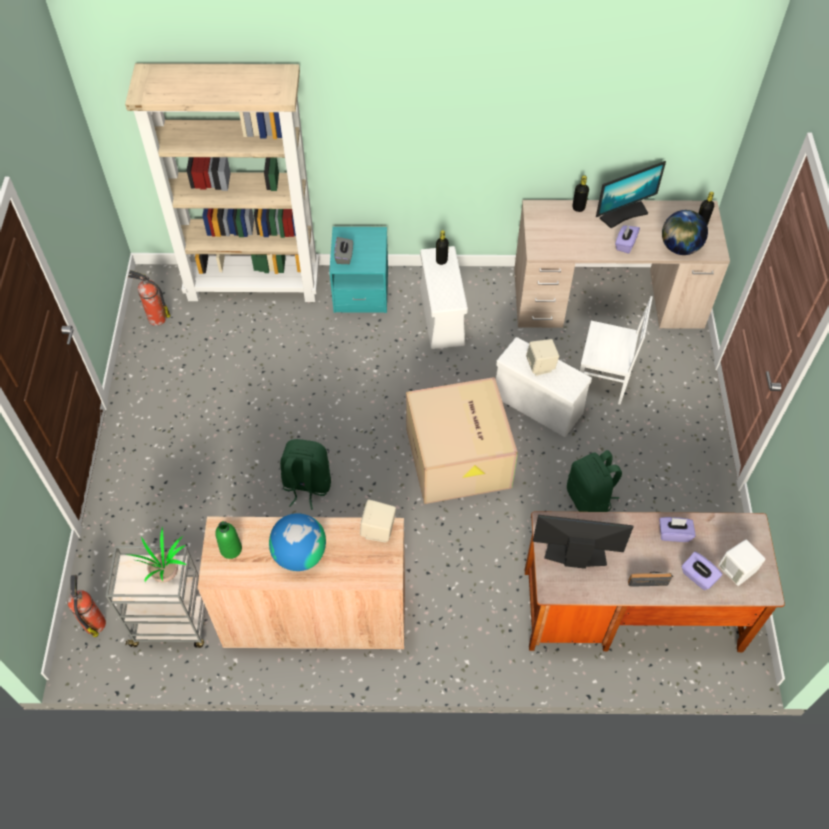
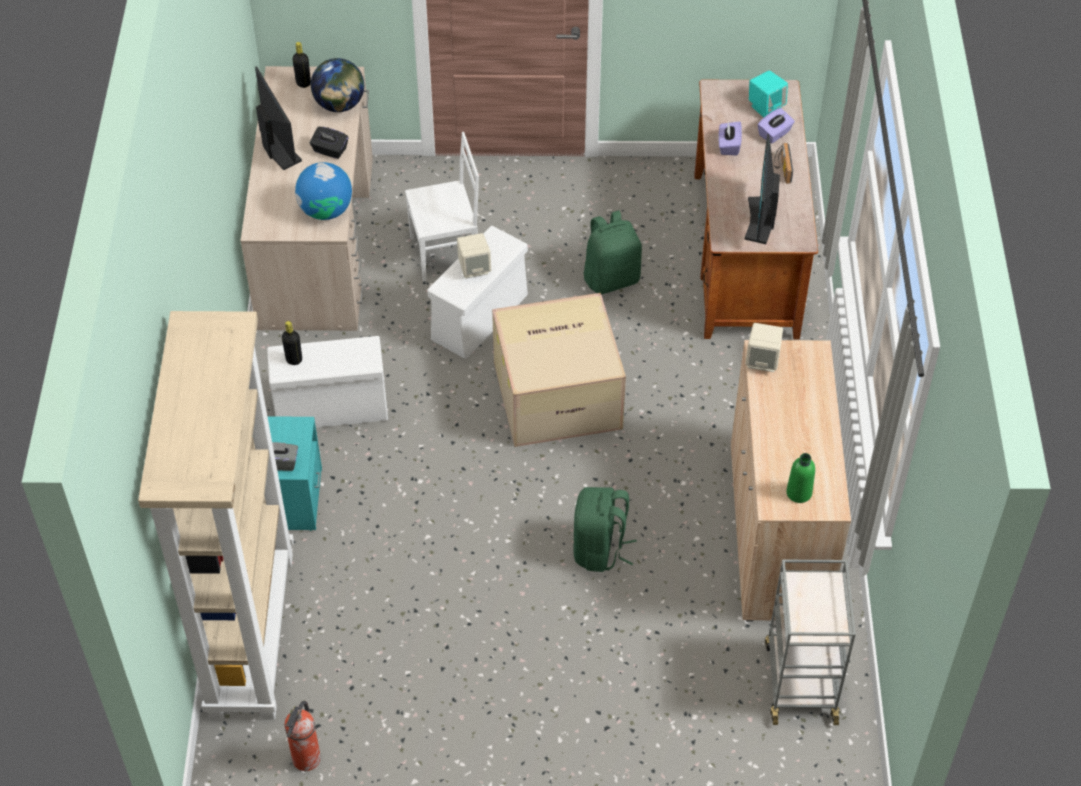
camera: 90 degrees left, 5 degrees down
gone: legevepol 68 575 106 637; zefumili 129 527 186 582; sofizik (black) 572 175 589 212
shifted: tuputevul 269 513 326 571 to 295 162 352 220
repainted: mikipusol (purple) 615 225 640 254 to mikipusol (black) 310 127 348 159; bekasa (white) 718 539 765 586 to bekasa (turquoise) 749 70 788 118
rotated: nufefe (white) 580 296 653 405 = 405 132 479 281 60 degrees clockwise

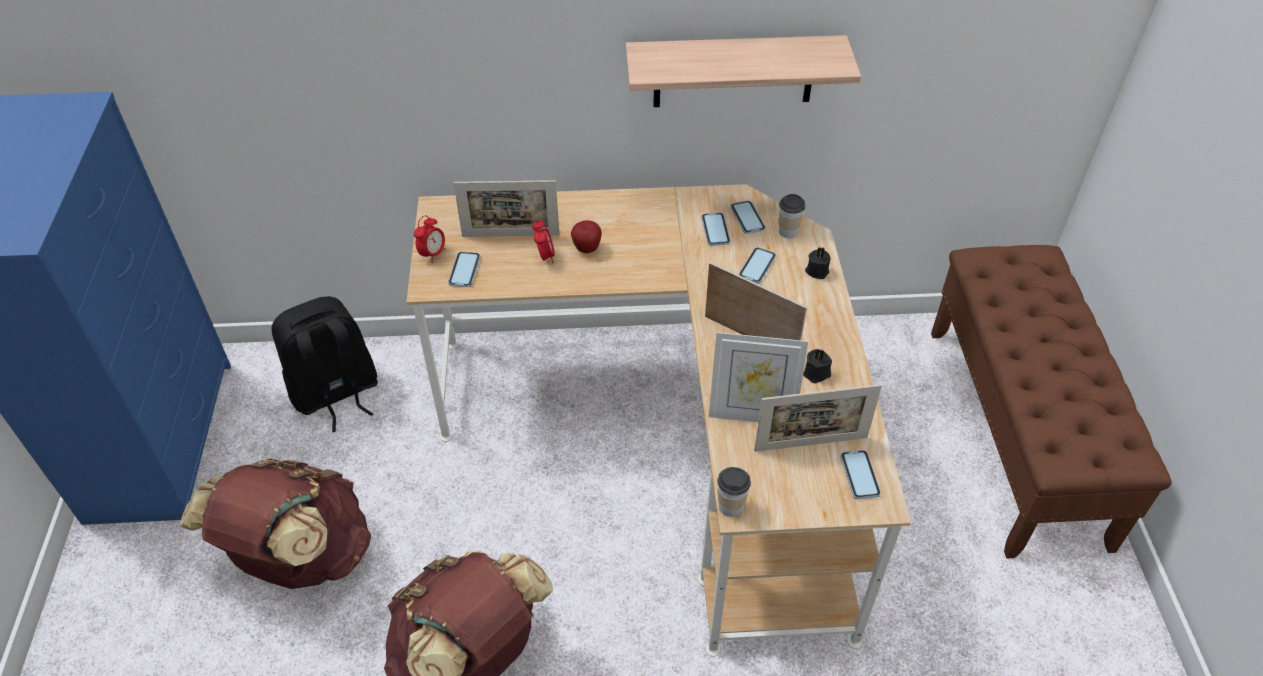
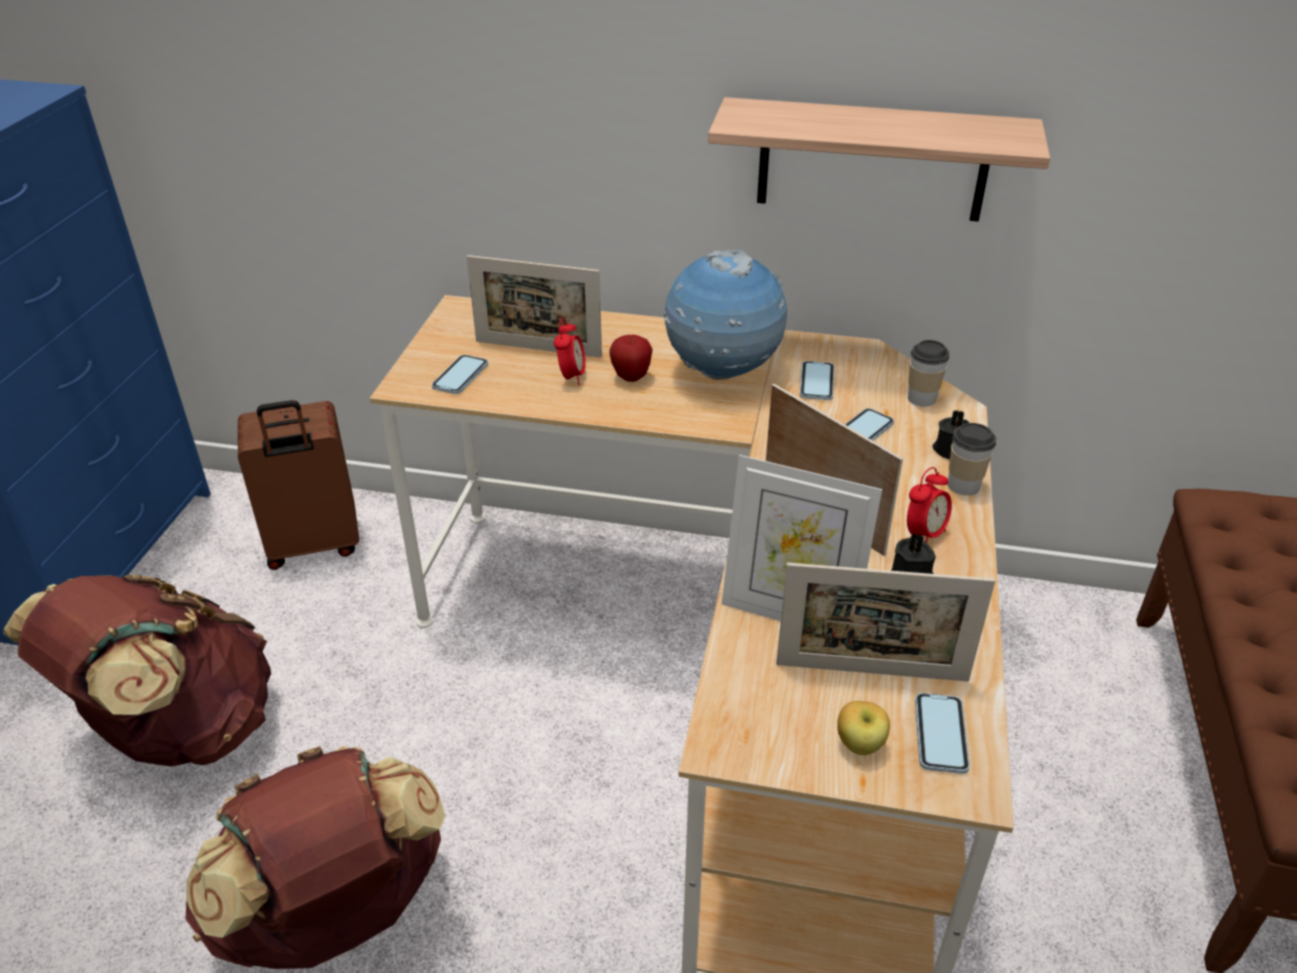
camera: 15 degrees right, 10 degrees down
gone: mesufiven 731 201 765 234
new: tuputevul 664 250 787 380; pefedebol 837 701 890 755
shifted: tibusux 414 215 446 263 to 907 467 952 543; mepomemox 718 467 751 517 to 948 423 996 496
swapped: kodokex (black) 272 296 378 432 to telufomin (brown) 238 400 359 570

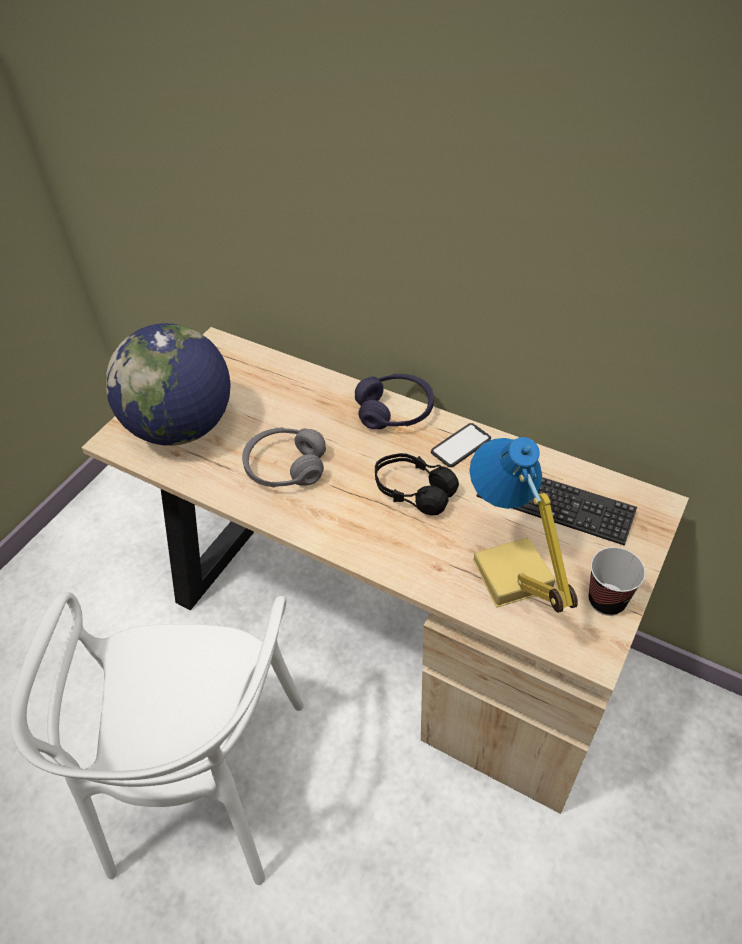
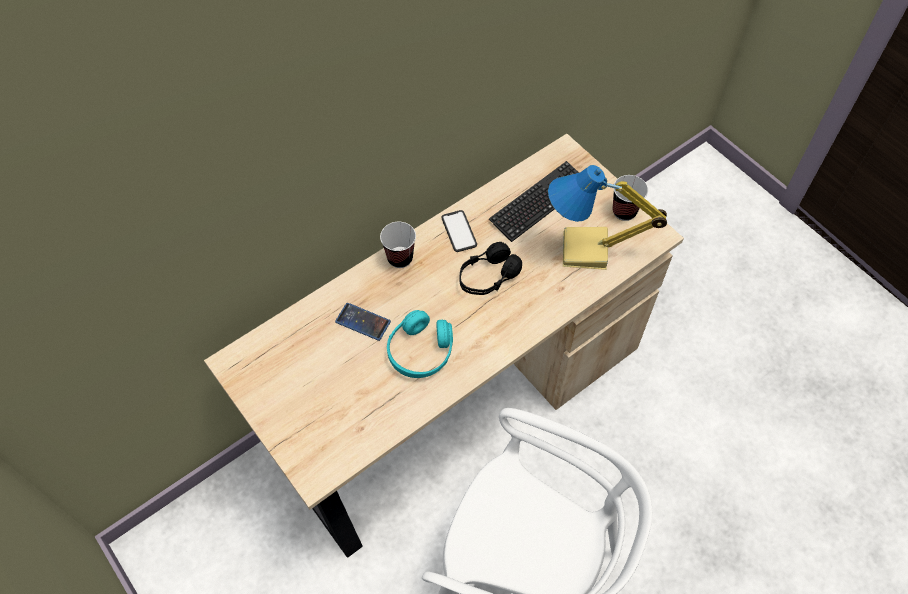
camera: 70 degrees left, 10 degrees up
gone: tuputevul 105 323 231 446
new: mesufiven 335 303 391 341
swapped: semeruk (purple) 355 373 434 429 to mepomemox 380 222 416 268
repainted: semeruk (grey) 242 427 326 487 to semeruk (turquoise) 387 310 453 378

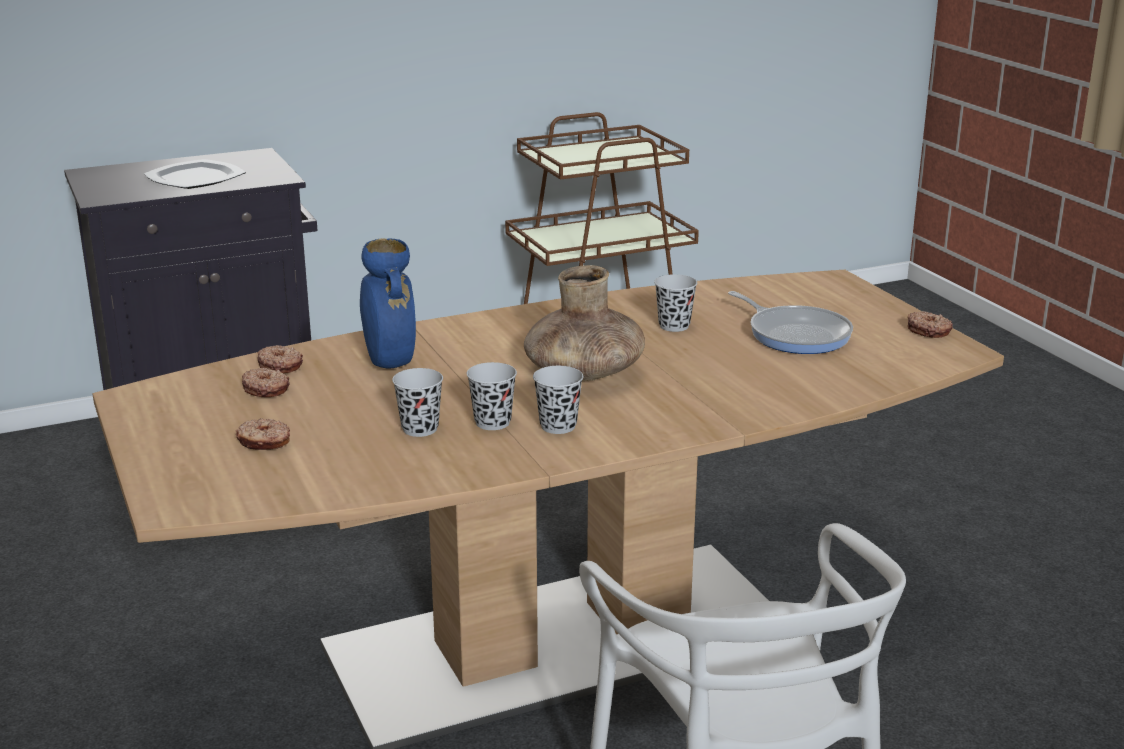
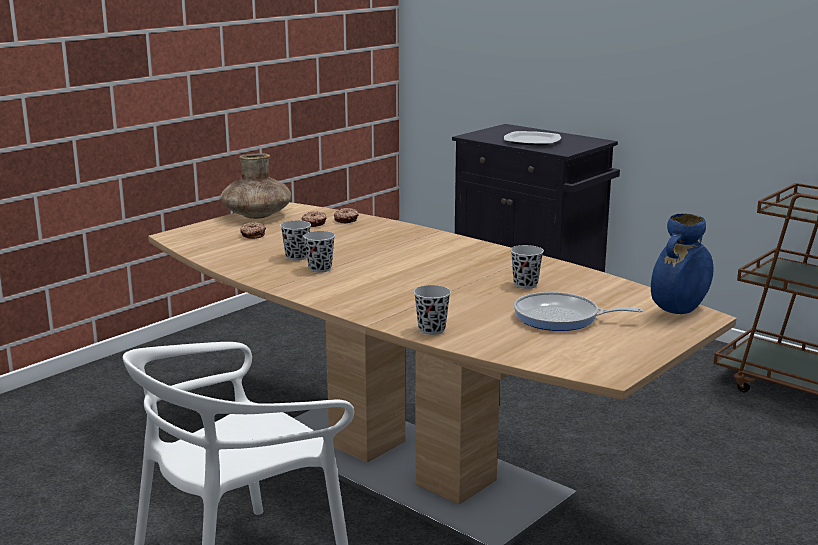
camera: 65 degrees right, 5 degrees down
gone: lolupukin 907 311 953 338
shifted: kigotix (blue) 360 239 416 369 to 651 213 714 314; kigotix (brown) 524 265 645 381 to 220 153 291 219; mepomemox (black) 533 366 583 434 to 414 285 451 335
rotated: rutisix 728 291 853 354 = 514 292 643 331 75 degrees clockwise

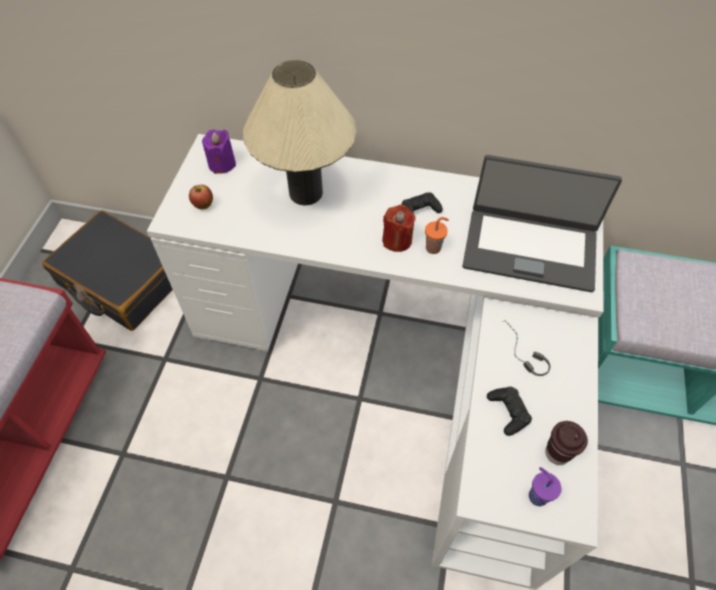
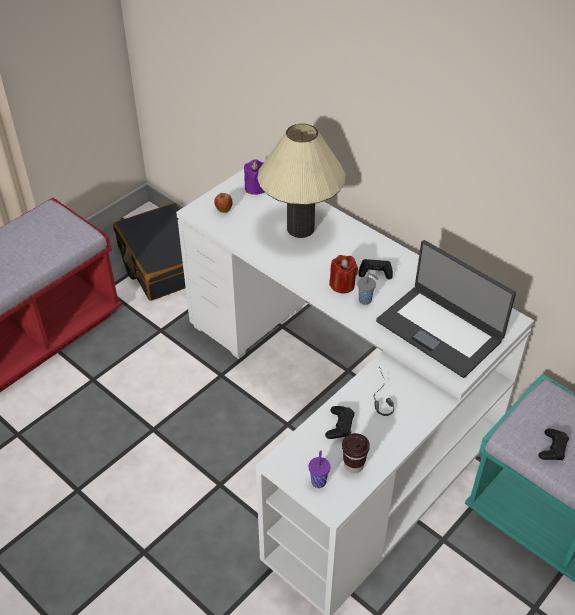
camera: 30 degrees right, 10 degrees down
new: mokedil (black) 539 429 569 461
repainted: mepomemox (orange) 425 217 449 254 to mepomemox (grey) 357 273 378 305

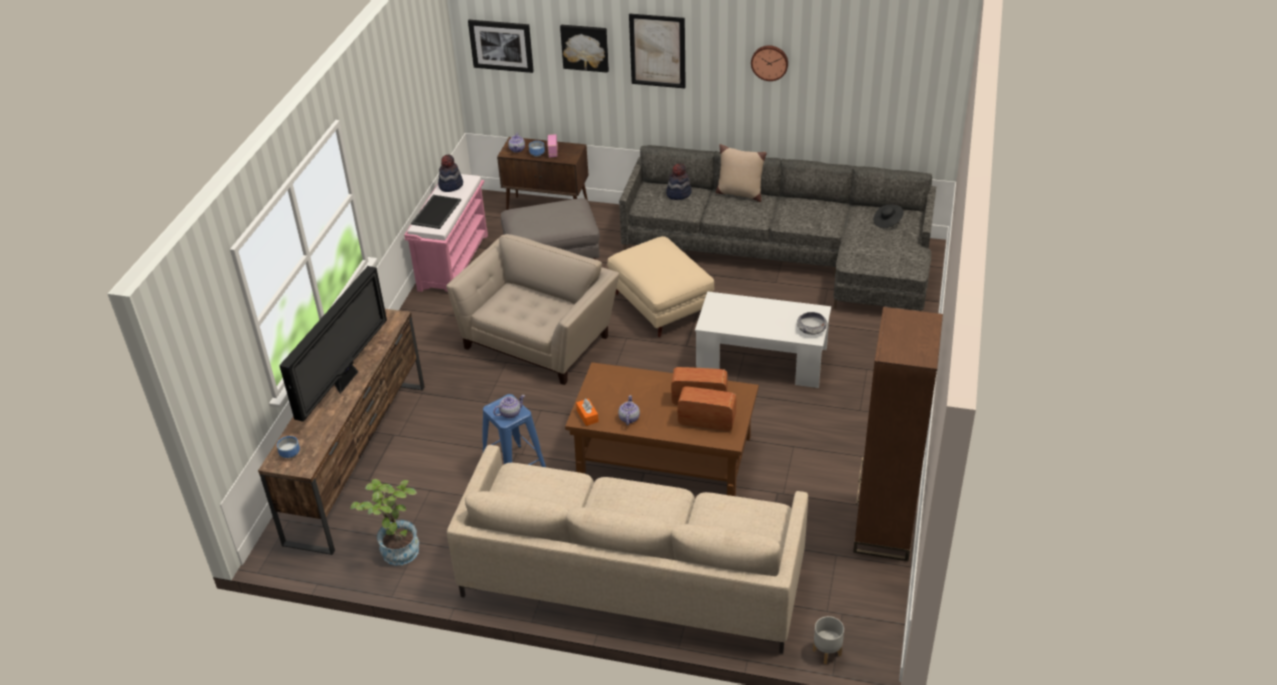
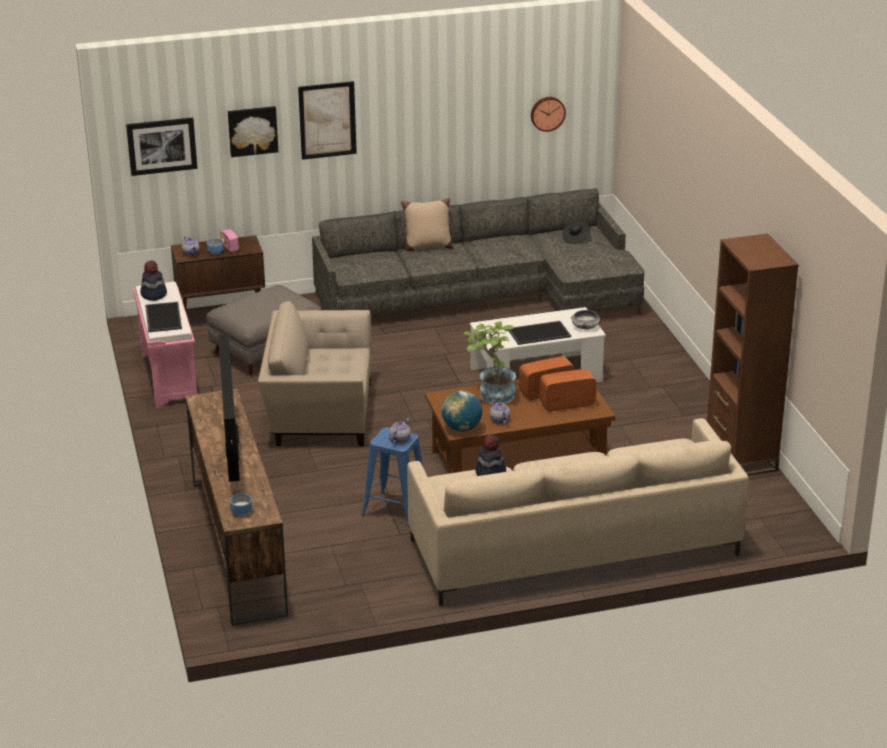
camera: 30 degrees left, 10 degrees down
gone: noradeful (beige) 607 236 714 337; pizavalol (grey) 813 616 844 664
new: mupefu 508 321 571 345
shifted: zefumili 350 479 419 565 to 464 321 516 404; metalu 666 163 692 200 to 475 434 506 476; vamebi 751 45 788 81 to 531 97 566 132
swapped: mikipusol (orange) 576 398 599 426 to tuputevul 441 390 482 431
rotated: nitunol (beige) 446 234 619 385 = 258 301 371 446 90 degrees counterclockwise

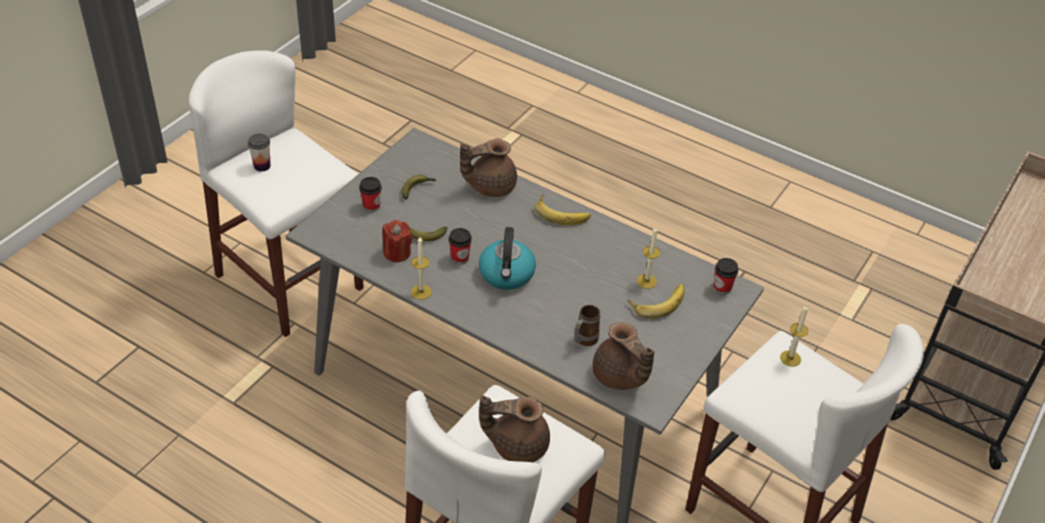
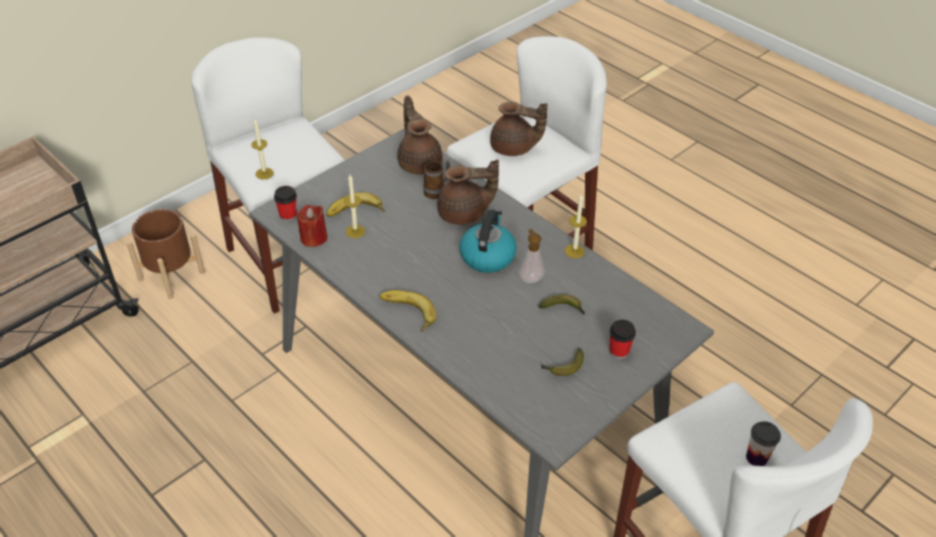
camera: 165 degrees left, 0 degrees up
new: pizavalol (brown) 127 209 205 299
shifted: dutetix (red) 382 220 412 262 to 297 205 327 247; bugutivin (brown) 460 139 517 197 to 437 159 499 225
swapped: mepomemox 449 228 472 264 to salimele 519 229 545 284

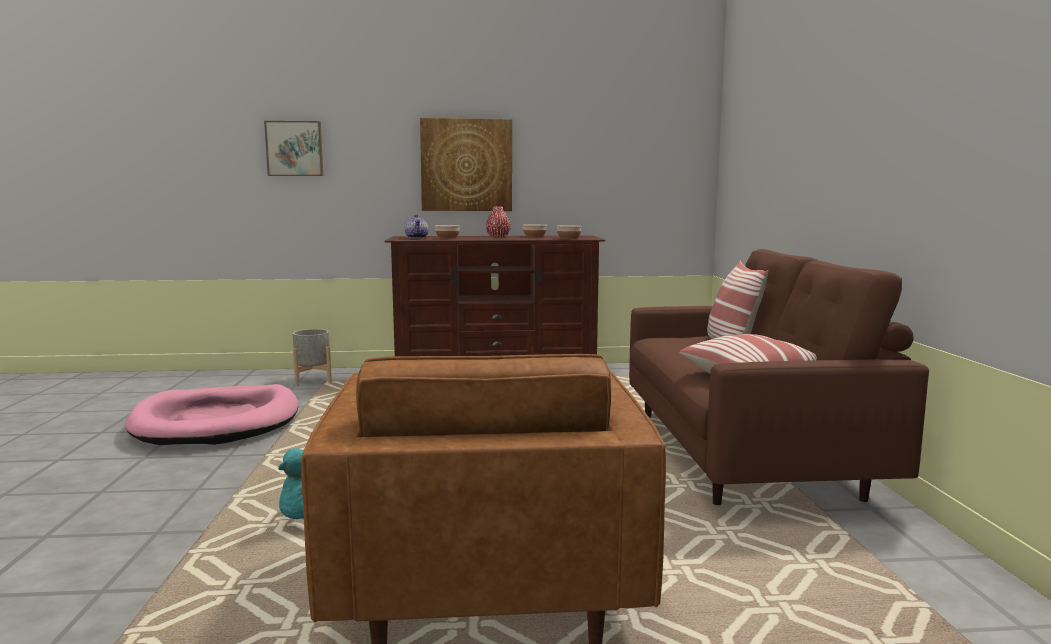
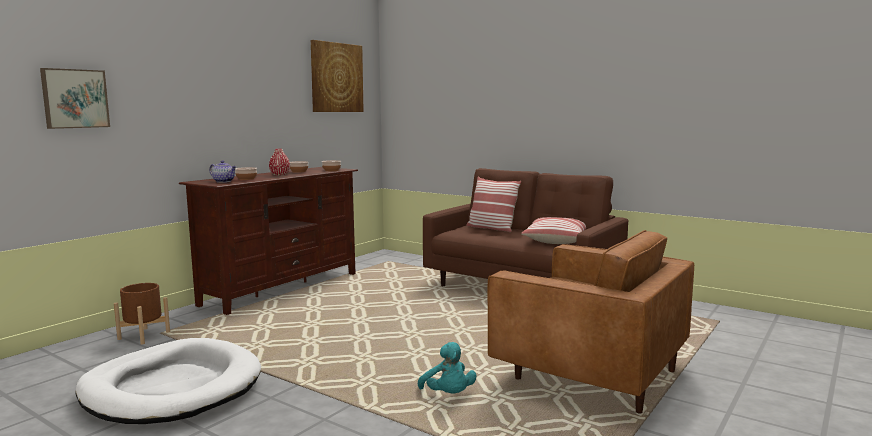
camera: 50 degrees left, 0 degrees up
shifted: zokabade 420 118 512 211 to 311 40 364 112
repainted: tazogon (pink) 125 384 298 445 to tazogon (white) 75 338 261 424; pizavalol (grey) 293 329 332 386 to pizavalol (brown) 114 283 170 345

